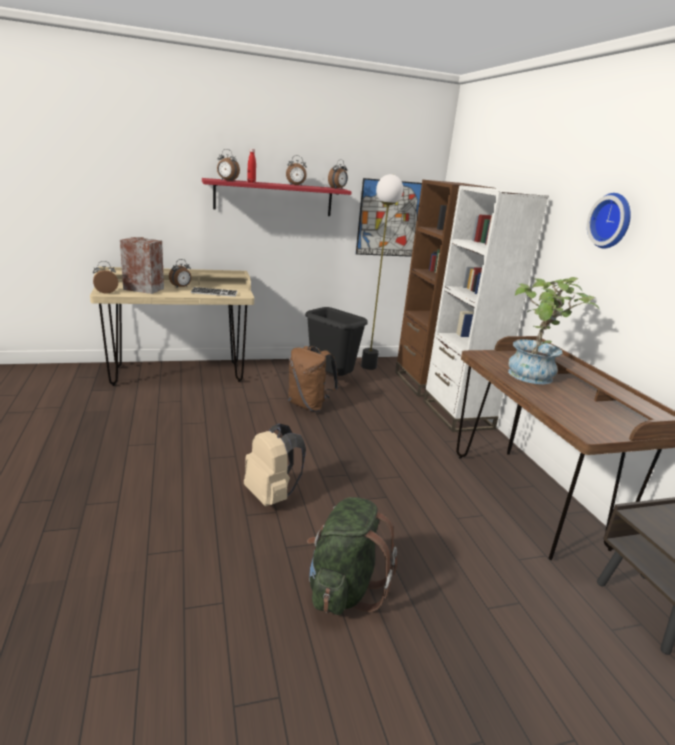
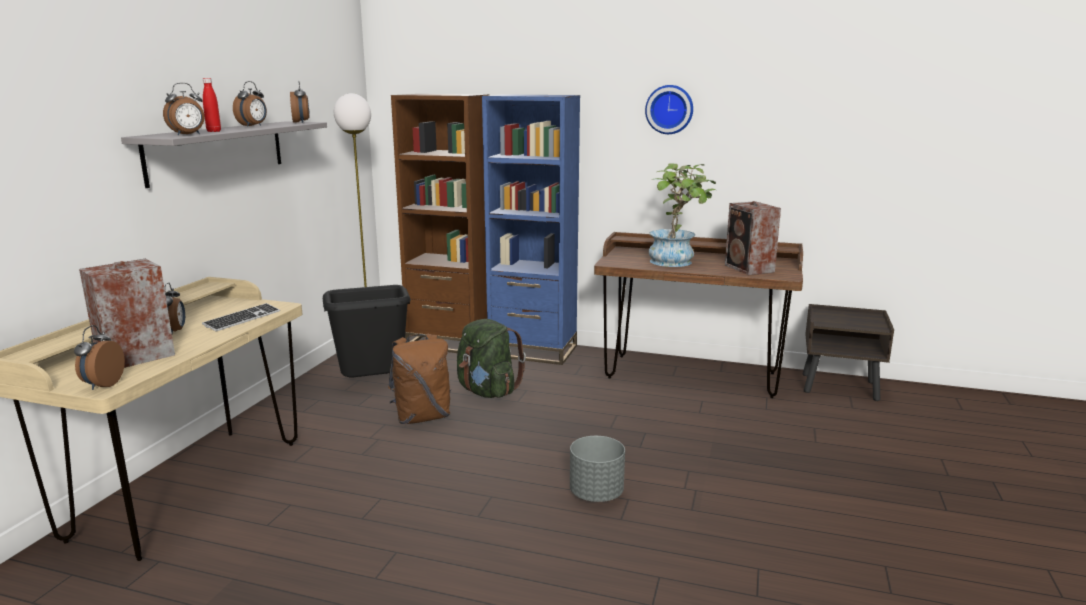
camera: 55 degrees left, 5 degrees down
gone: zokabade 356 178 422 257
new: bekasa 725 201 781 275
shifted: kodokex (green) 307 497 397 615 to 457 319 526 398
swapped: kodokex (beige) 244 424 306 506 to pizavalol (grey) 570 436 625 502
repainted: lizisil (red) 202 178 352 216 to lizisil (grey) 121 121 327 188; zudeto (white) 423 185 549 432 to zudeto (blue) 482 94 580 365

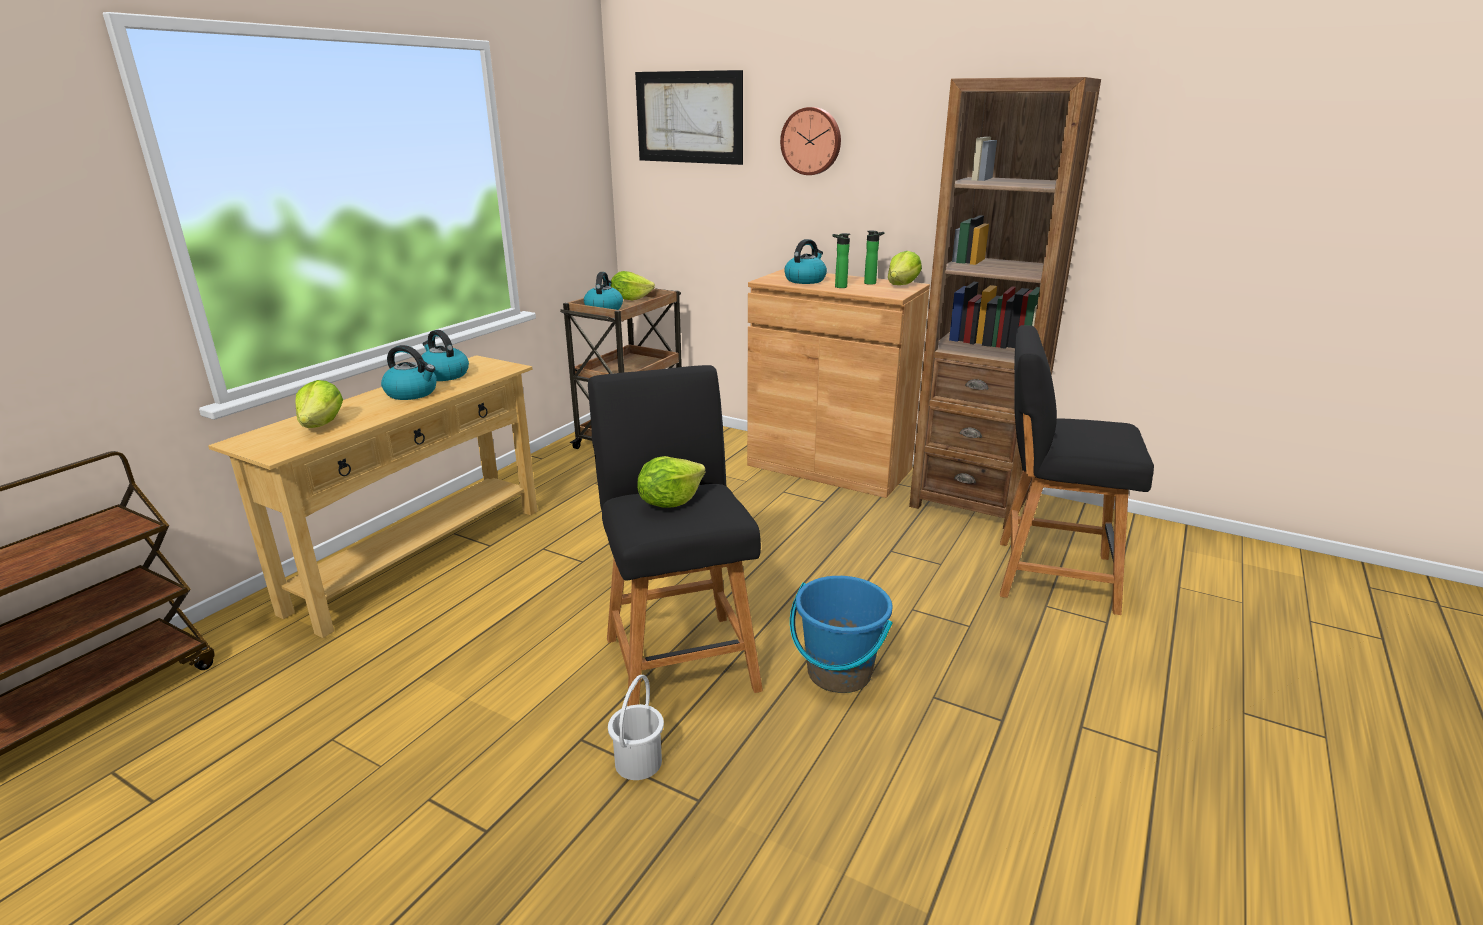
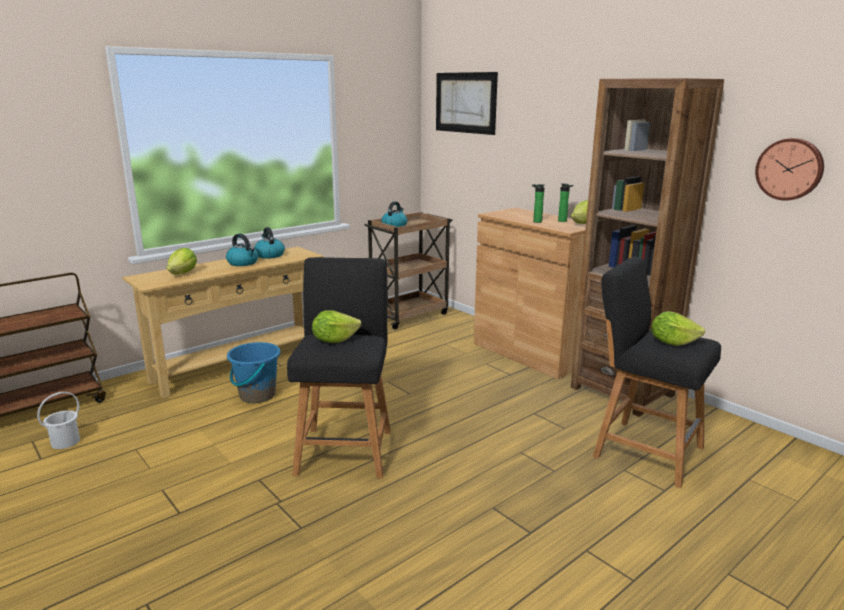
camera: 20 degrees right, 5 degrees down
gone: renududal 784 239 827 284
shifted: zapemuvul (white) 608 675 664 780 to 37 392 80 449; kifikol 611 271 655 300 to 651 311 705 346; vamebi 780 107 841 175 to 755 138 824 201; zapemuvul (blue) 790 576 893 693 to 227 342 280 403

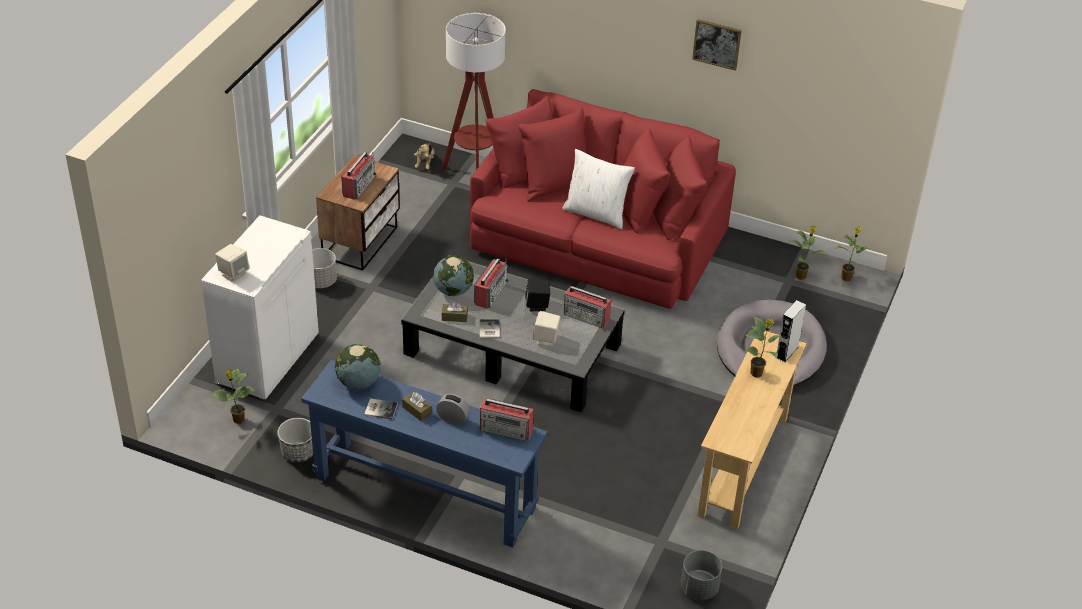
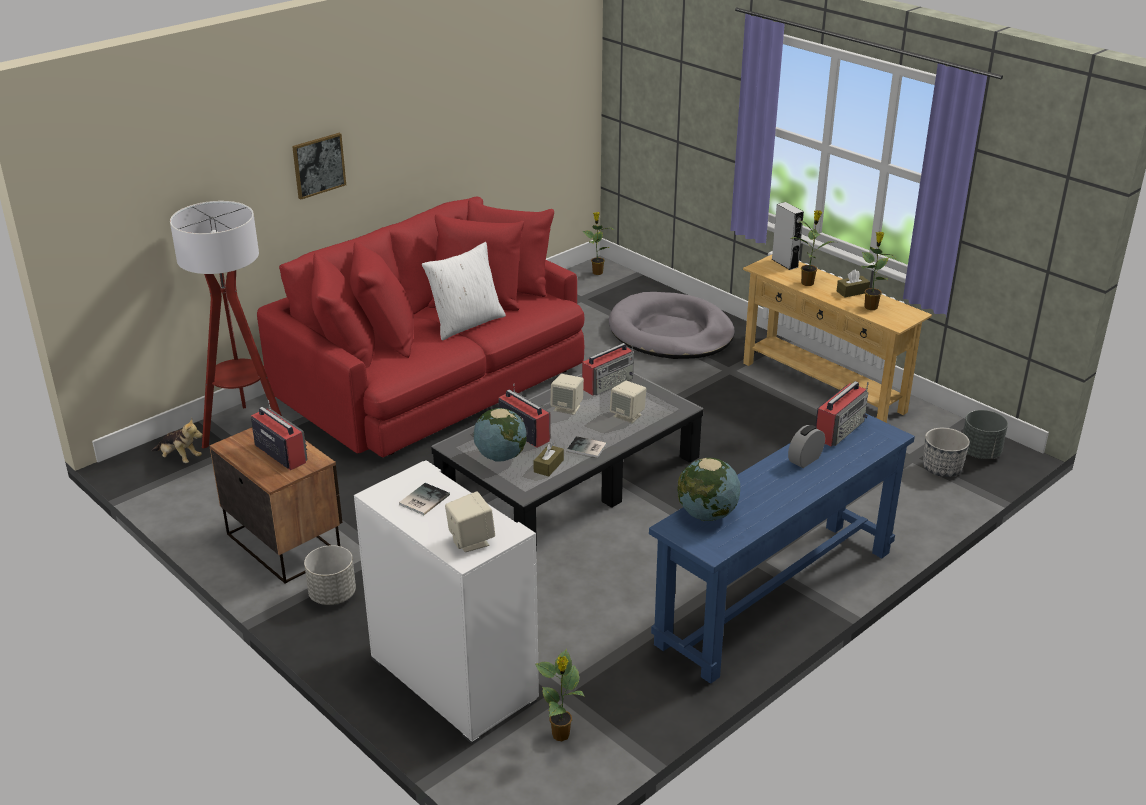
camera: 65 degrees left, 10 degrees down
shifted: pizavalol 278 418 313 463 to 923 428 970 477; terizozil 364 398 398 419 to 399 483 450 515; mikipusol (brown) 402 392 432 421 to 837 269 870 298; zokabade 692 19 742 71 to 292 133 346 200; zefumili 790 226 826 280 to 861 232 896 310
repainted: bekasa (black) 525 279 550 311 to bekasa (beige) 550 374 584 415

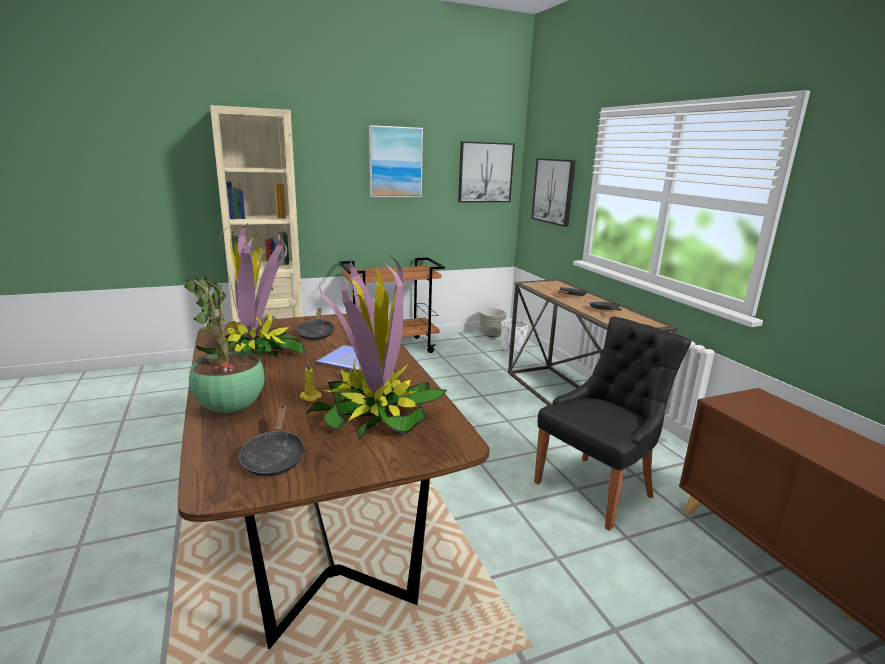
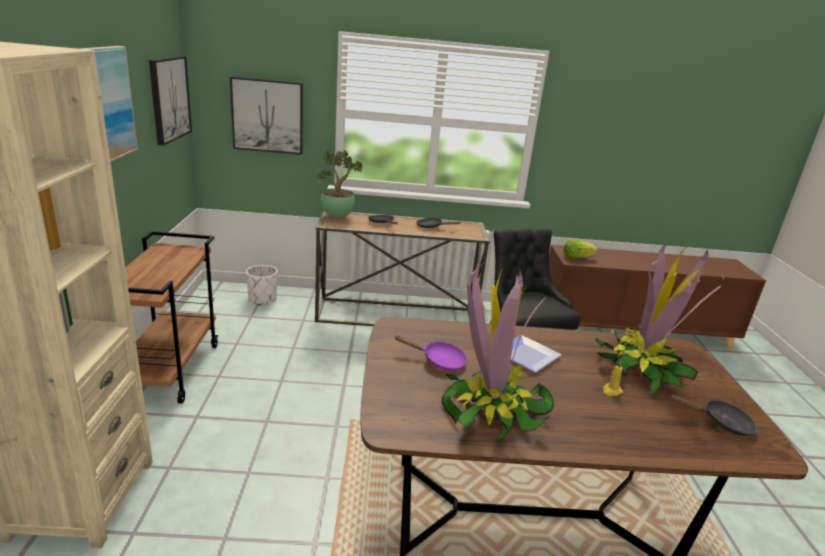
camera: 70 degrees left, 5 degrees up
gone: pizavalol (grey) 479 308 506 338
new: kifikol 564 239 598 259
shifted: zefumili 185 275 264 413 to 316 150 362 218
repainted: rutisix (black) 296 308 335 340 to rutisix (purple) 394 336 467 371

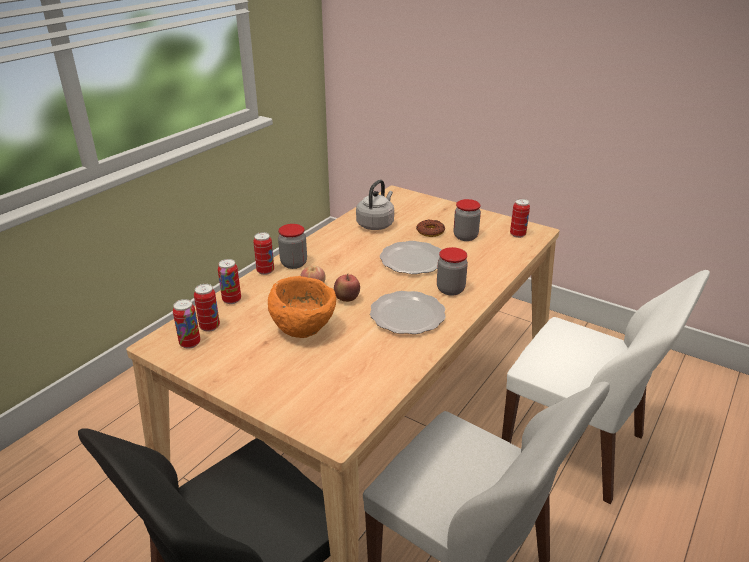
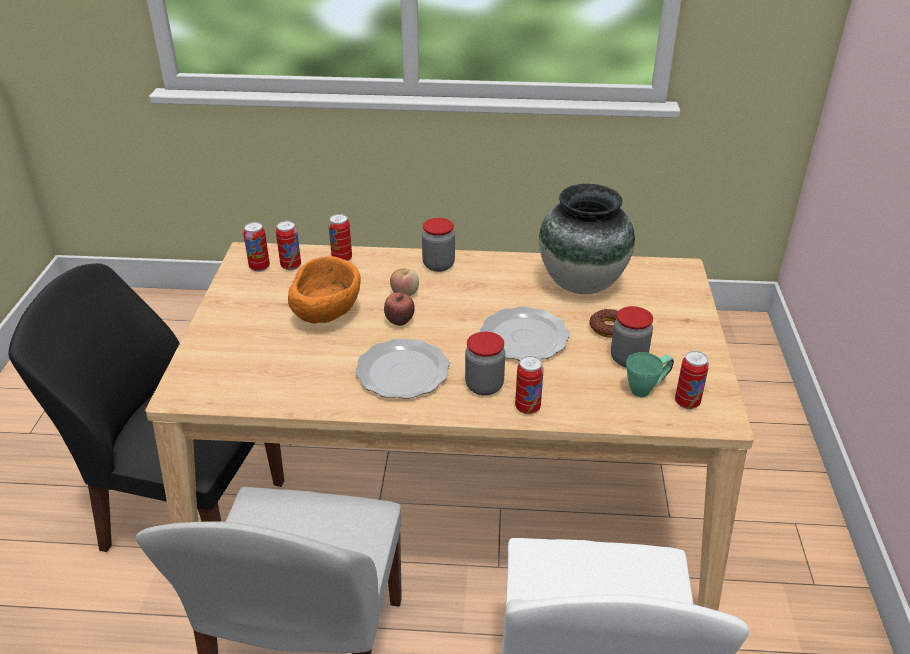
camera: 60 degrees right, 5 degrees up
new: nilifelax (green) 626 352 674 397
shifted: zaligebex 253 232 274 275 to 515 356 544 414
swapped: renududal (grey) 356 180 394 230 to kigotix 539 184 635 294

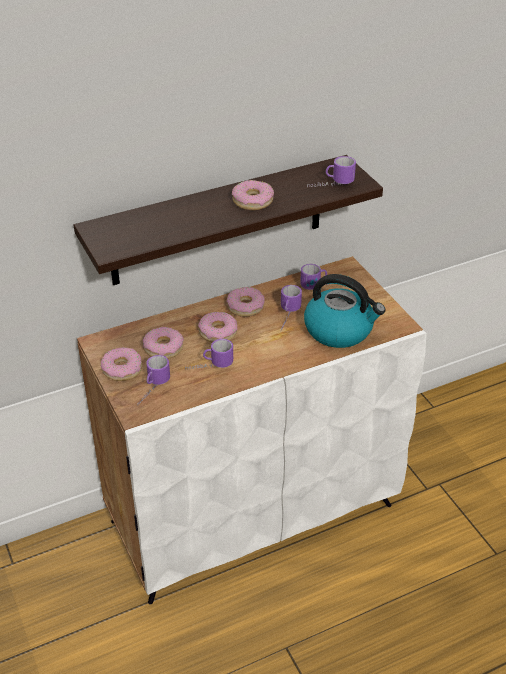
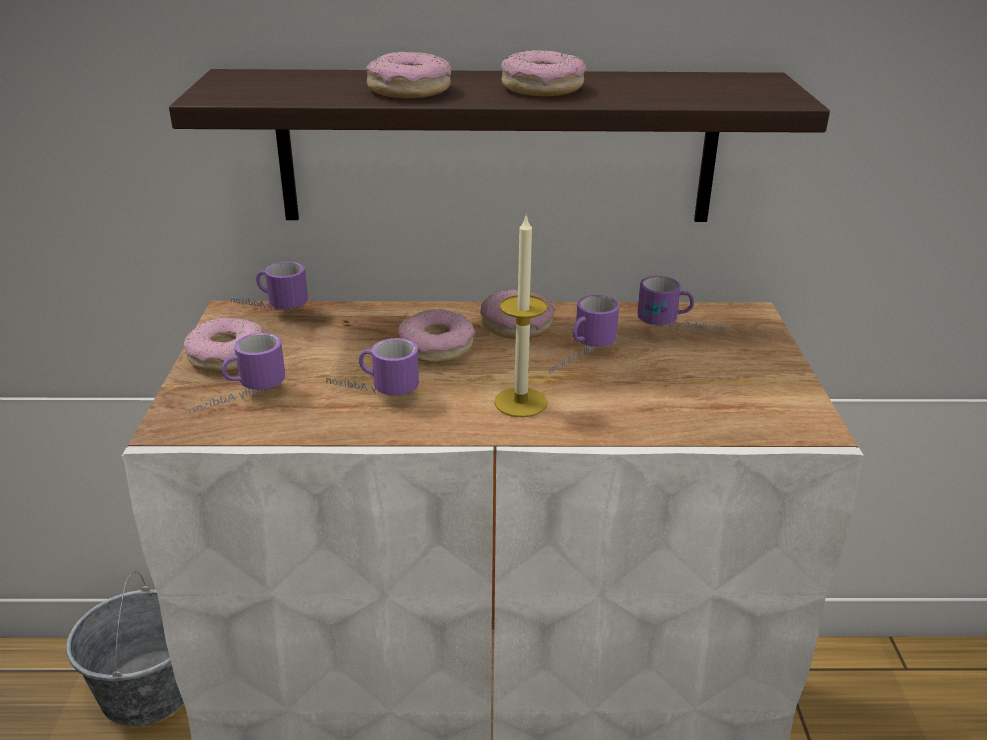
camera: 25 degrees right, 10 degrees down
gone: renududal 304 274 385 348
new: zapemuvul (grey) 66 571 184 726; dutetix 494 213 548 418
shifted: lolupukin 143 327 184 359 to 366 51 451 98; nilifelax 307 156 356 187 to 231 261 308 311

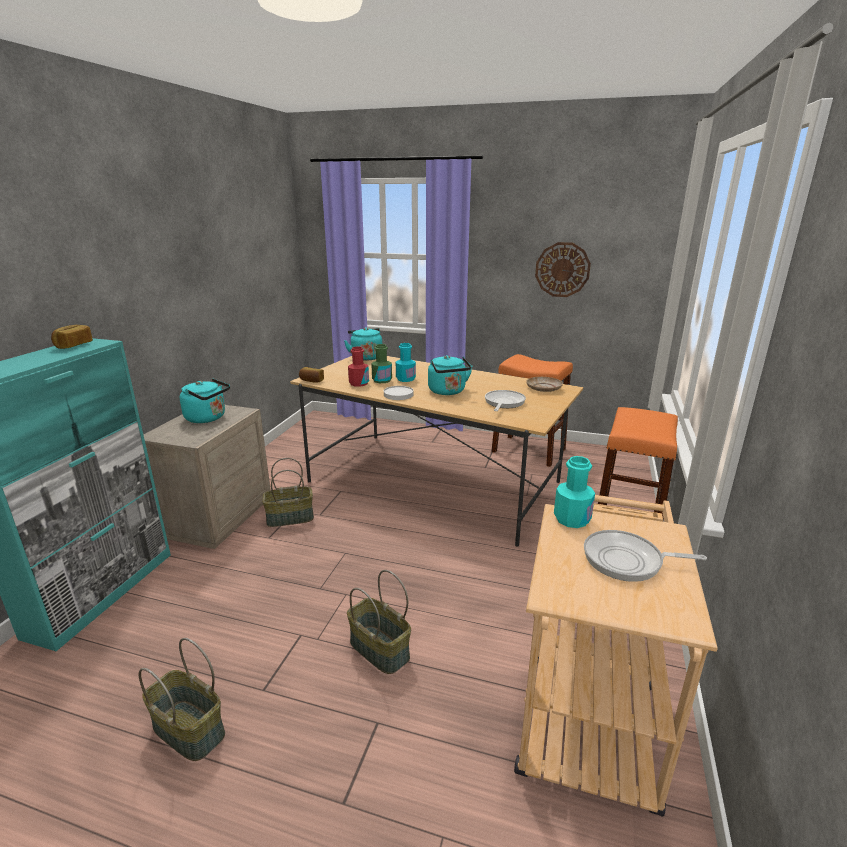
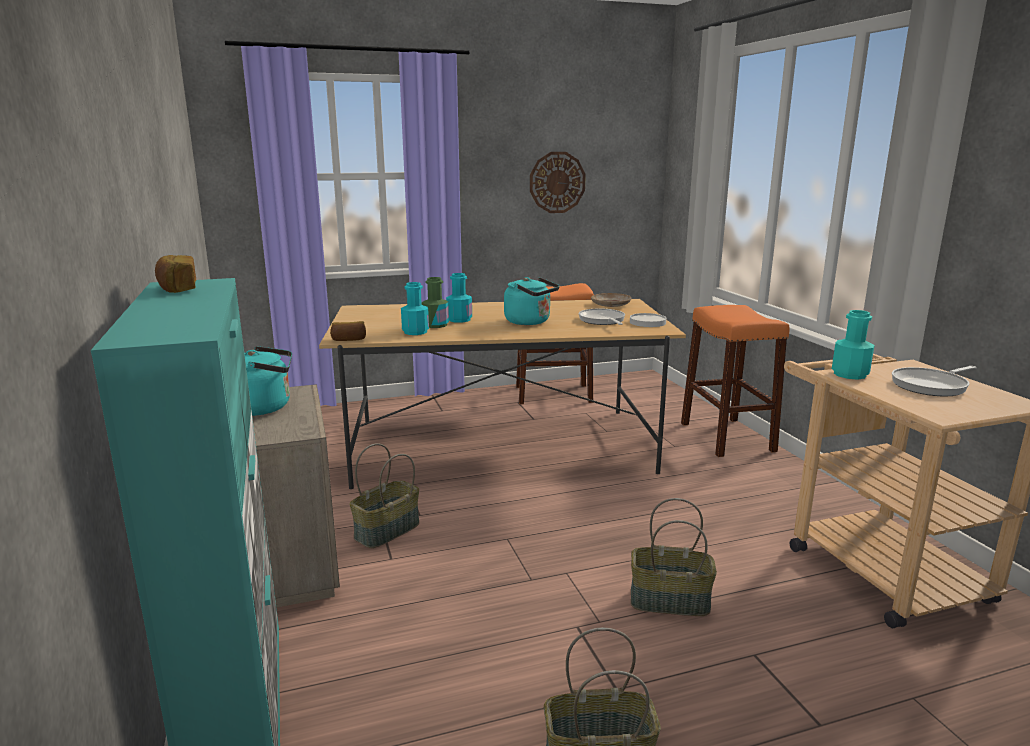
camera: 35 degrees left, 5 degrees down
gone: renududal (turquoise) 344 327 382 361
shifted: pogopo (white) 384 386 414 400 to 630 313 666 327
repainted: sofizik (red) 348 346 369 387 to sofizik (turquoise) 401 282 429 335

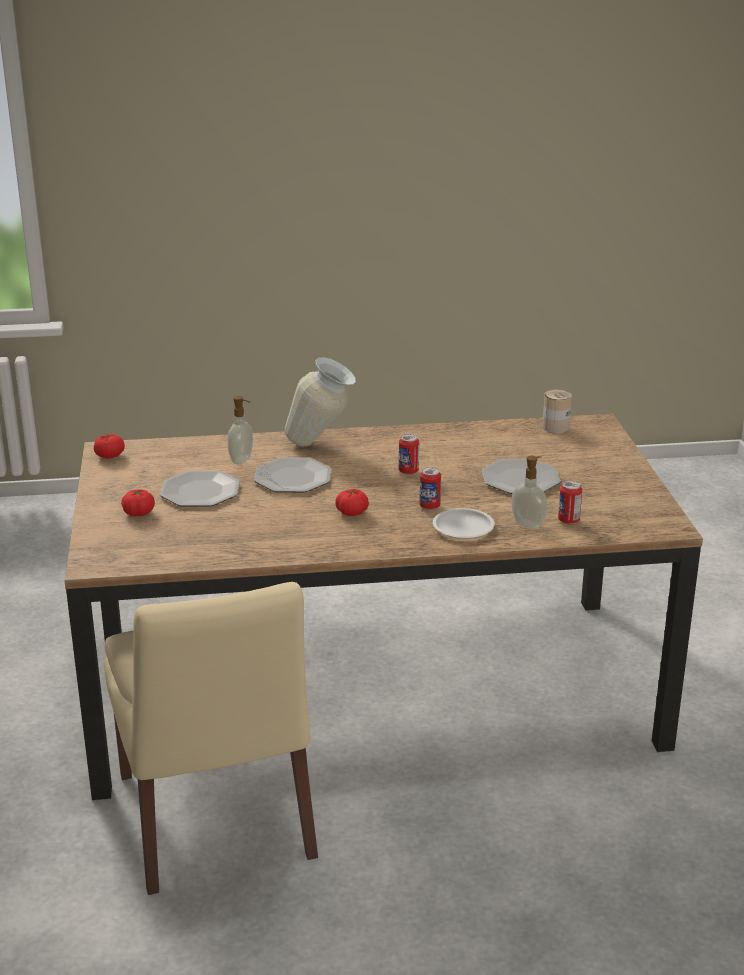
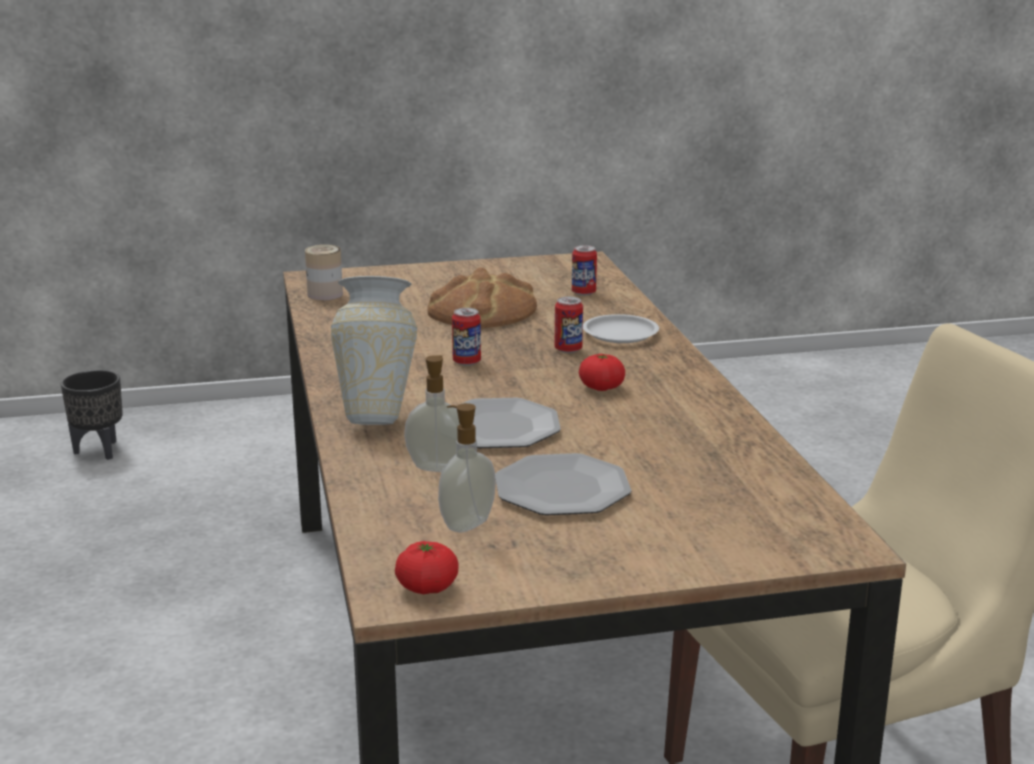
camera: 95 degrees left, 5 degrees down
gone: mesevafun 121 489 155 516
new: pizavalol (black) 61 370 123 460
shifted: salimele 511 456 547 529 to 438 403 496 533
swapped: pogopo 482 459 561 494 to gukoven 427 267 537 328

